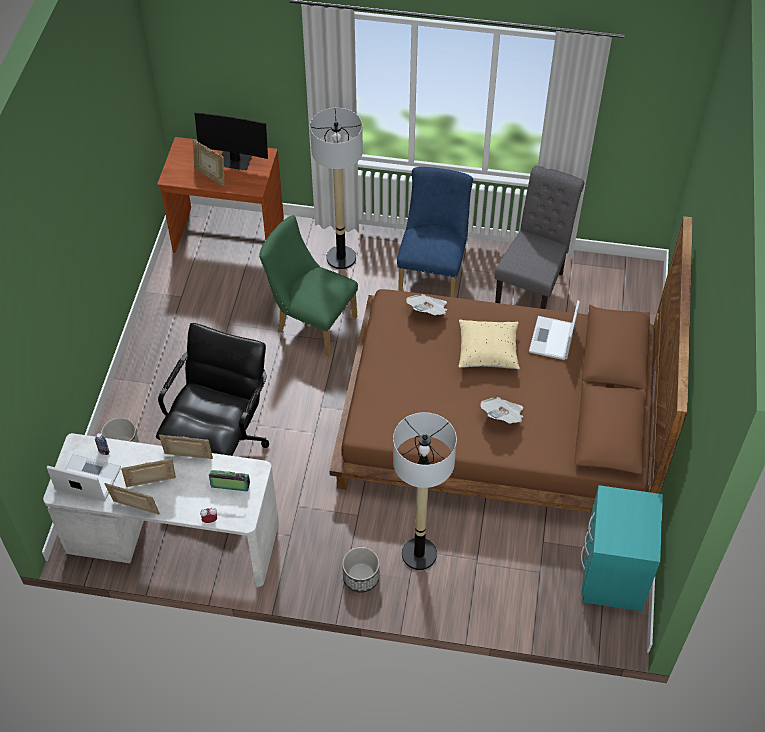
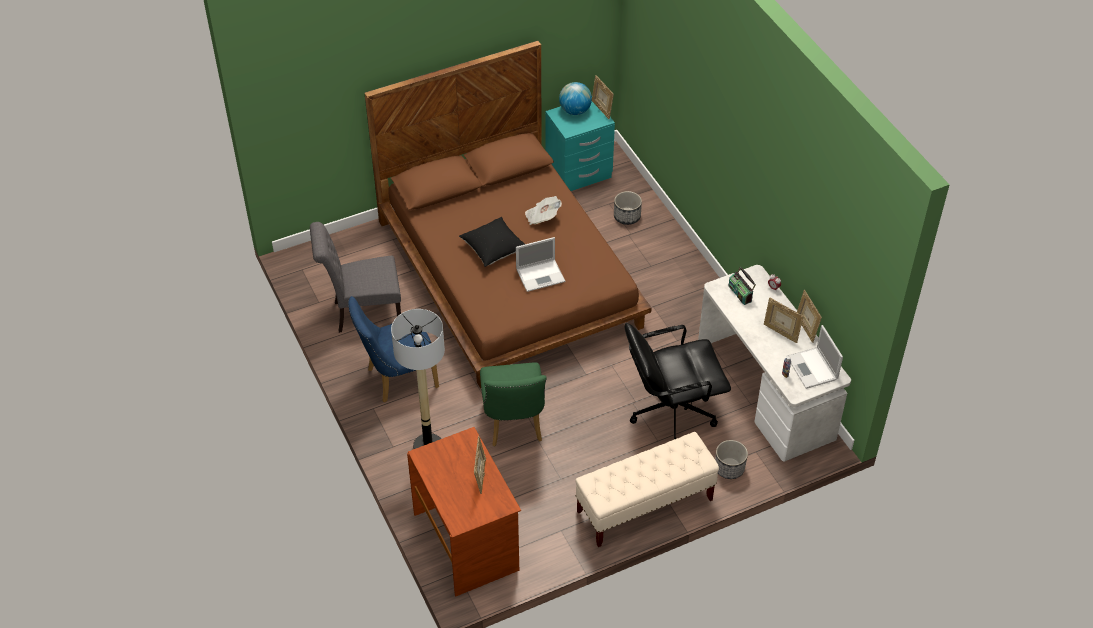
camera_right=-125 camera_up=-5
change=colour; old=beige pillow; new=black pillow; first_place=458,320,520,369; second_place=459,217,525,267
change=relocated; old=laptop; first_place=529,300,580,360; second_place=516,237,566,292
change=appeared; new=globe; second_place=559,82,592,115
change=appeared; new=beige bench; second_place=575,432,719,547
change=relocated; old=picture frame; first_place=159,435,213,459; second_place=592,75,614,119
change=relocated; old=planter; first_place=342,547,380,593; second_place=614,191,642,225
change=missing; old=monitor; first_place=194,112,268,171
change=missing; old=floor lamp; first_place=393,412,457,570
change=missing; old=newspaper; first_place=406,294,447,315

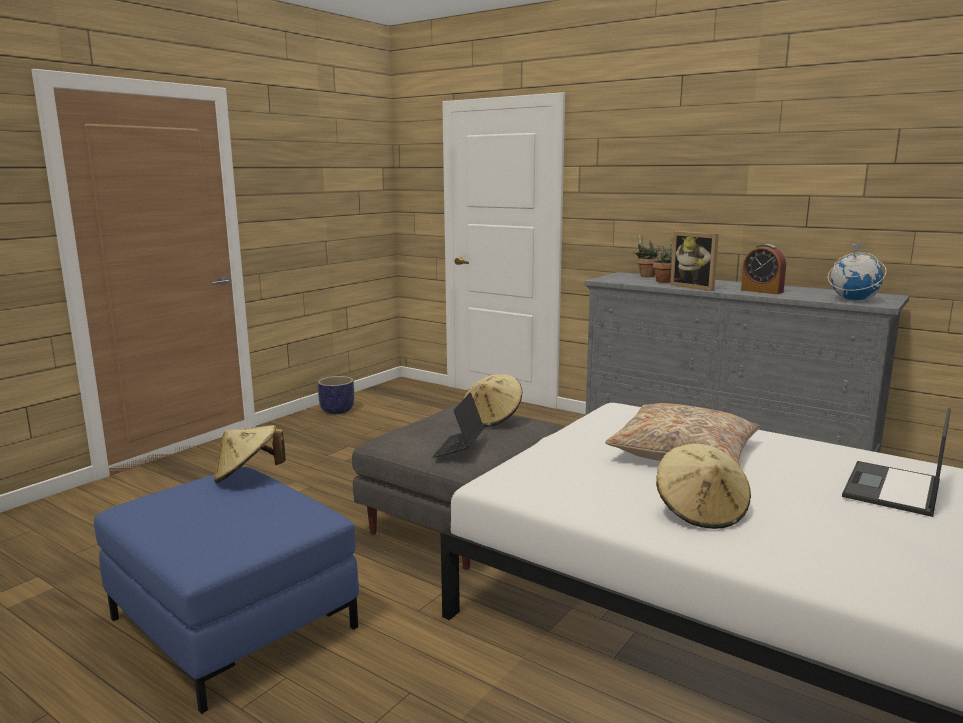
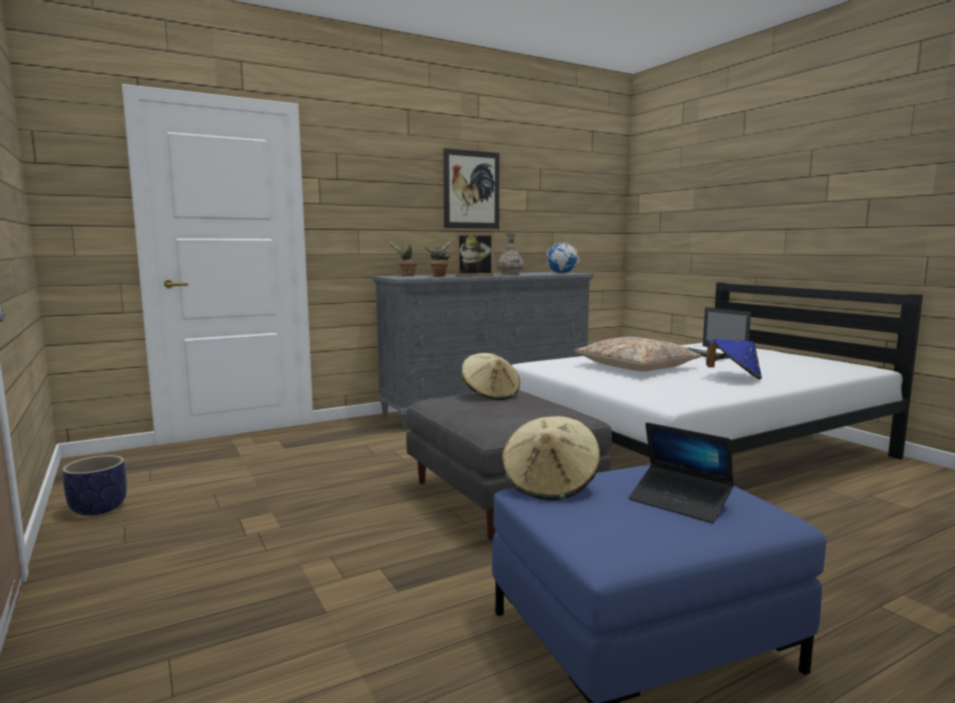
camera_right=-65 camera_up=-5
change=appeared; new=picture; second_place=443,148,500,229
change=exchanged; old=alarm clock; new=vase; first_place=741,244,786,294; second_place=497,233,524,275
change=relocated; old=laptop; first_place=432,392,484,458; second_place=629,422,734,523
change=colour; old=beige hat; new=blue hat; first_place=656,444,751,529; second_place=706,339,762,380

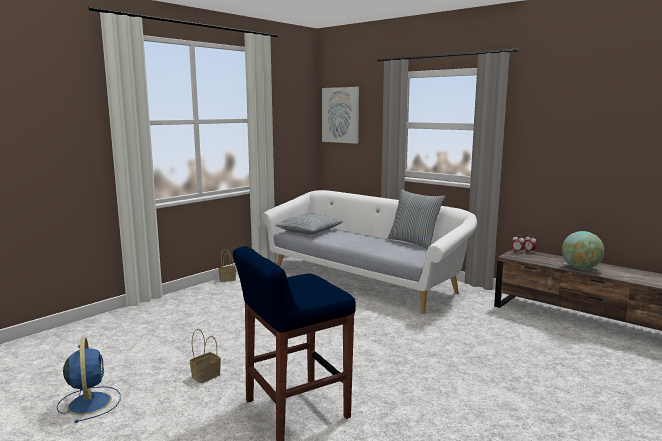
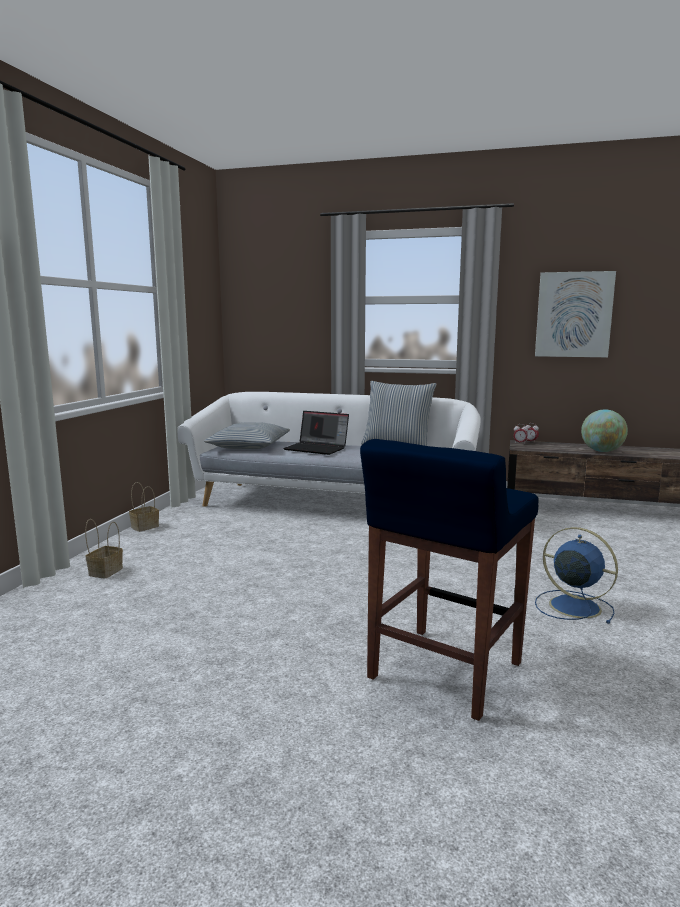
camera_right=-25 camera_up=0
change=relocated; old=basket; first_place=190,329,221,383; second_place=85,519,123,579
change=appeared; new=laptop; second_place=283,411,349,455
change=relocated; old=picture; first_place=322,87,359,144; second_place=535,271,616,357
change=relocated; old=blue fan; first_place=57,338,121,423; second_place=535,527,618,624

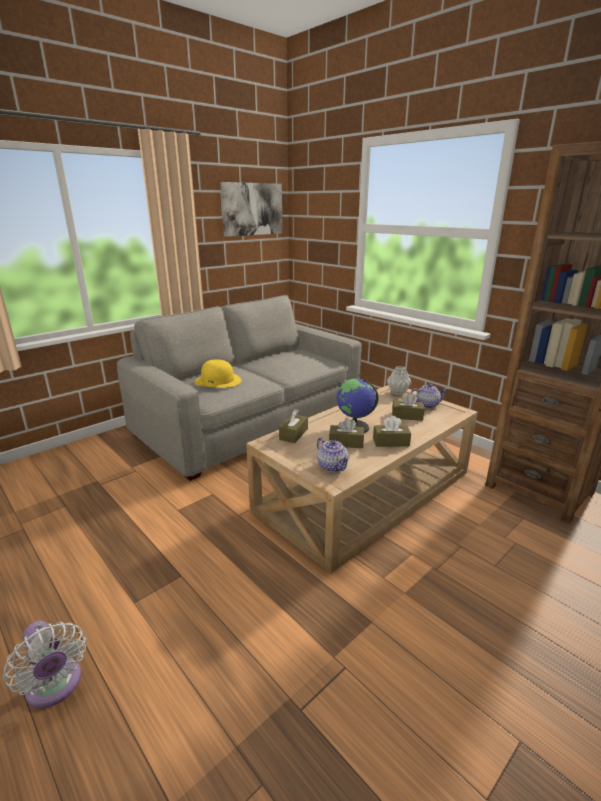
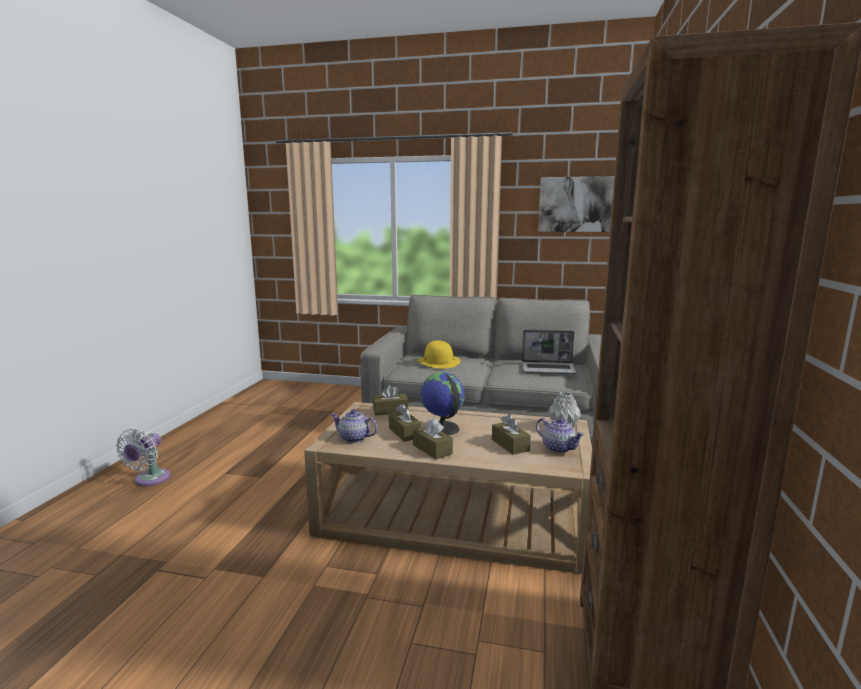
camera_right=55 camera_up=-10
change=spun; old=teapot; first_place=317,437,350,472; second_place=331,409,378,443; degrees=90
change=appeared; new=laptop; second_place=522,330,578,374

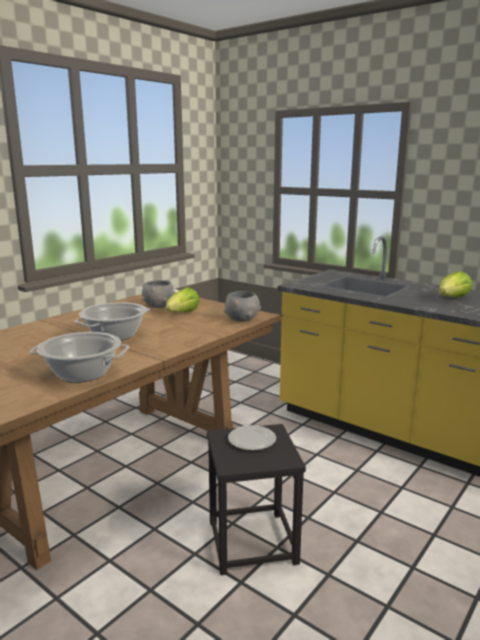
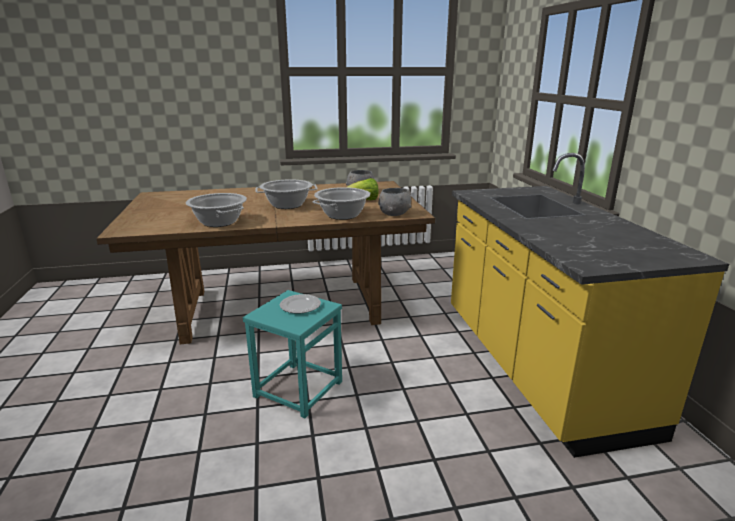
camera_right=40 camera_up=5
change=colour; old=black stool; new=turquoise stool; first_place=207,424,306,575; second_place=243,290,342,418
change=appeared; new=cooking pot; second_place=313,187,371,220
change=missing; old=lettuce; first_place=439,271,472,297

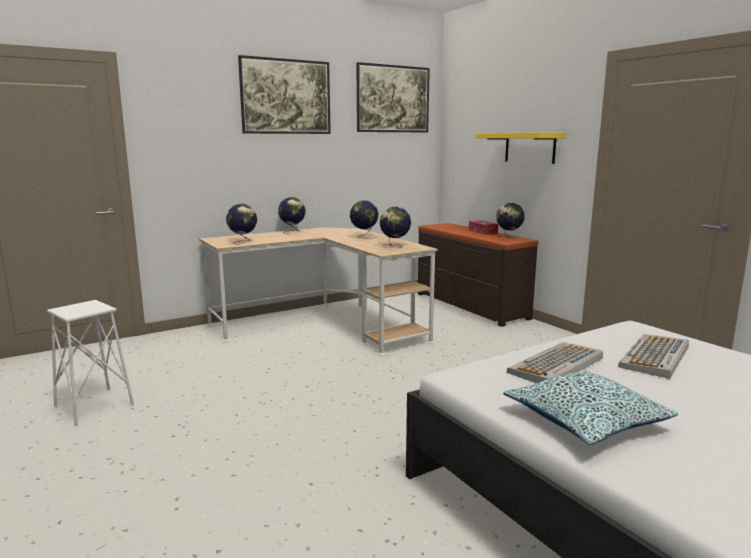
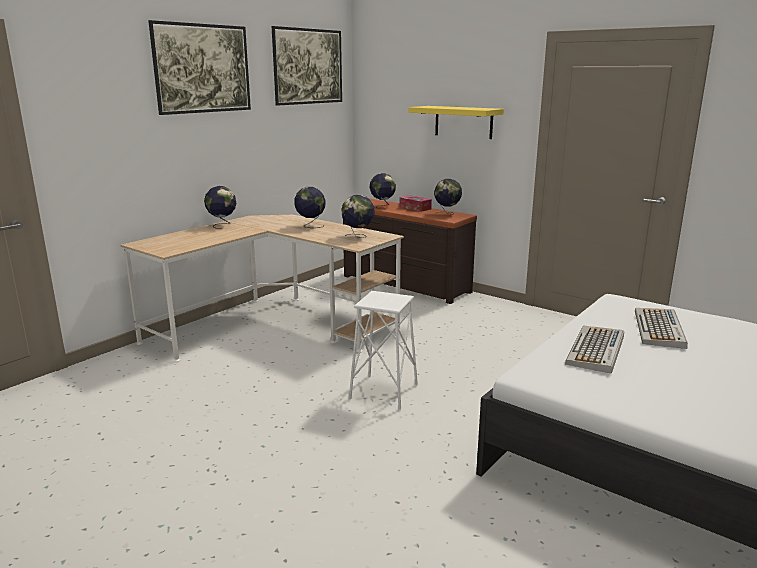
camera_right=-20 camera_up=5
change=relocated; old=white stool; first_place=47,300,134,426; second_place=349,291,418,410
change=relocated; old=globe; first_place=226,204,257,245; second_place=370,173,396,209
change=missing; old=pillow; first_place=503,371,679,445

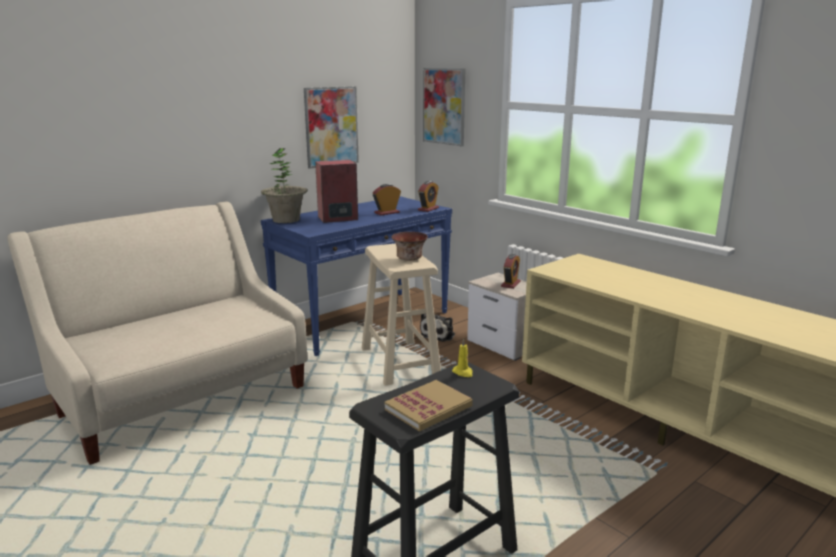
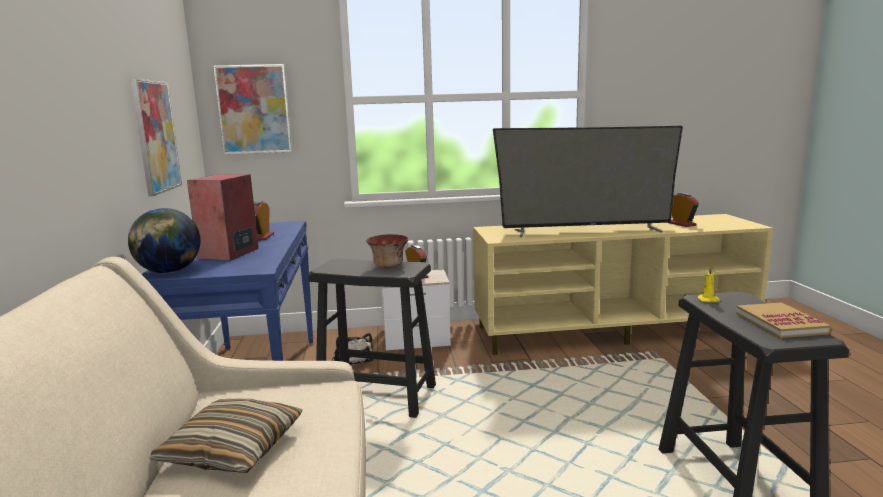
camera_right=-55 camera_up=-5
change=exchanged; old=potted plant; new=globe; first_place=261,148,307,223; second_place=128,208,200,273
change=appeared; new=pillow; second_place=149,399,303,473
change=colour; old=beige stool; new=black stool; first_place=362,244,441,386; second_place=308,258,436,418
change=appeared; new=television; second_place=493,126,683,237
change=relocated; old=alarm clock; first_place=418,181,439,212; second_place=670,193,699,227

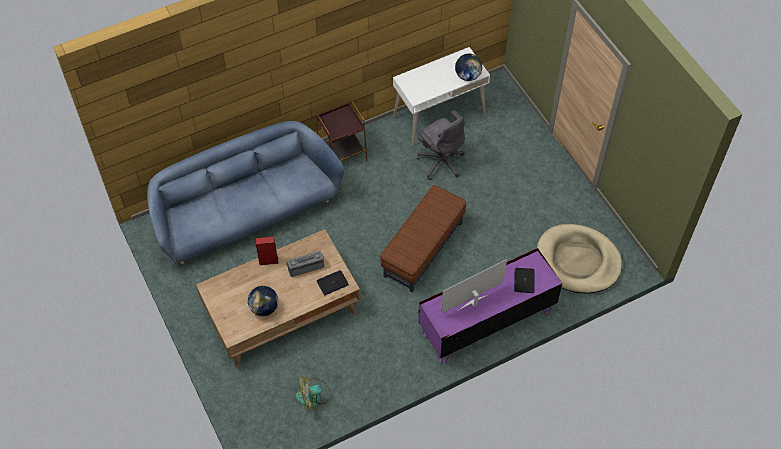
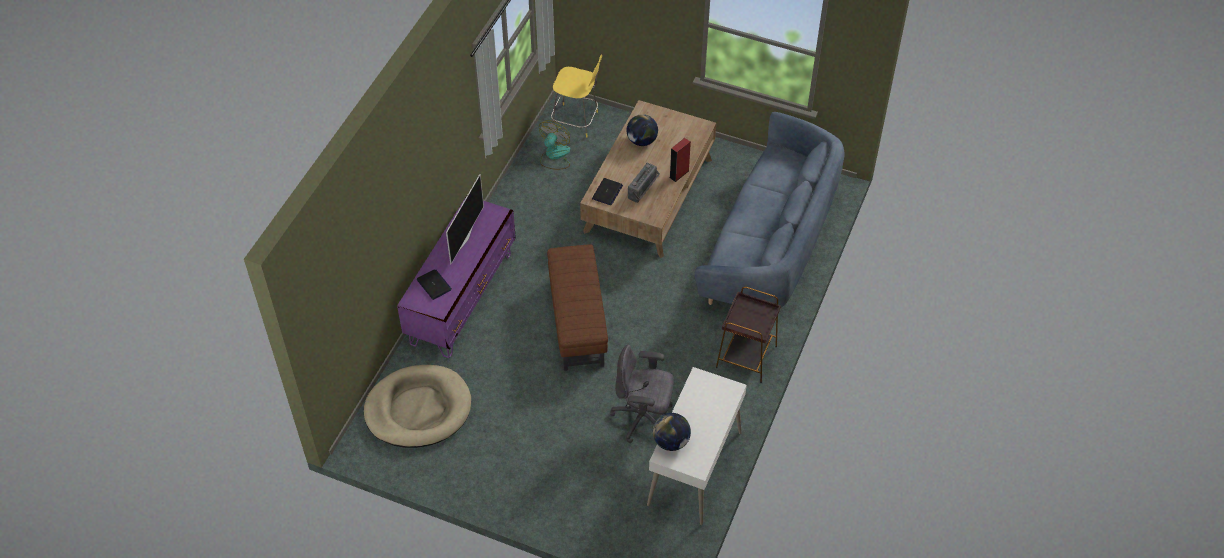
camera_right=140 camera_up=-5
change=appeared; new=yellow stool; second_place=551,55,602,137

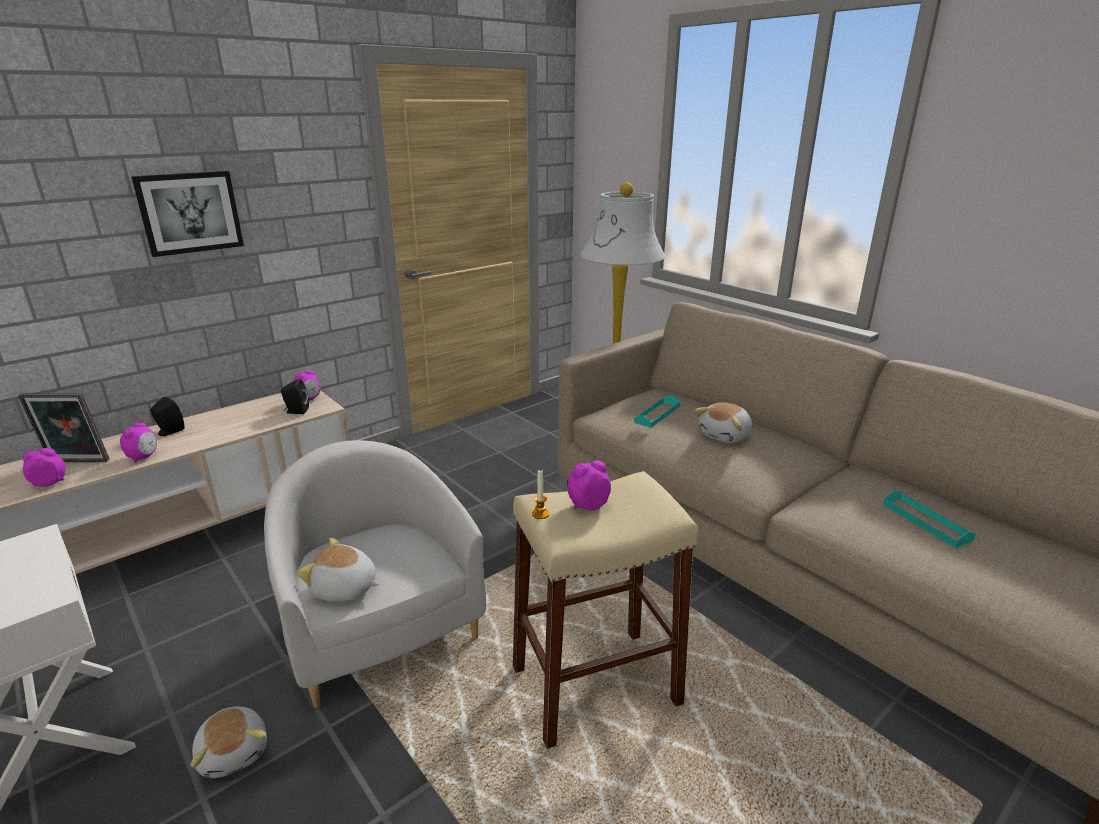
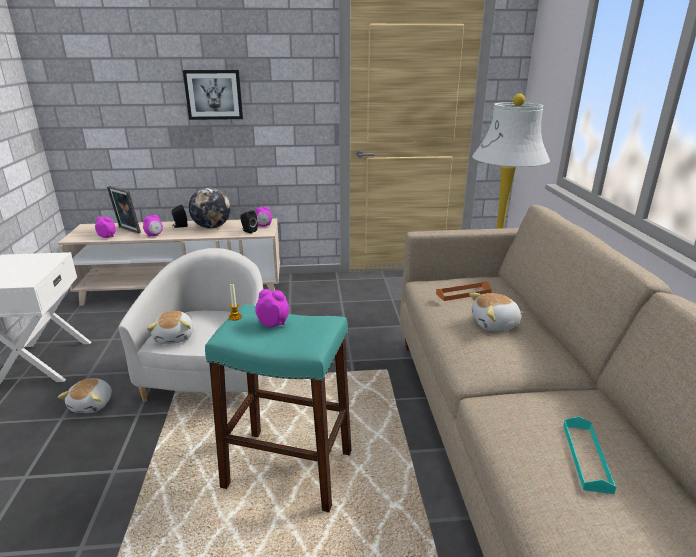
camera_right=35 camera_up=0
change=spun; old=plush toy; first_place=297,538,379,602; second_place=147,311,193,344; degrees=-150
change=appeared; new=globe; second_place=189,188,230,229
change=colour; old=beige stool; new=turquoise stool; first_place=513,471,698,749; second_place=205,304,351,512
change=colour; old=turquoise tray; new=orange tray; first_place=634,395,680,428; second_place=436,282,492,301

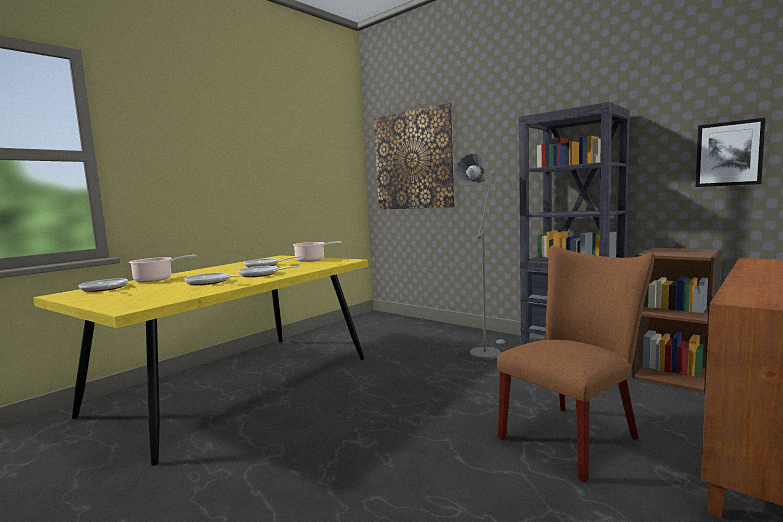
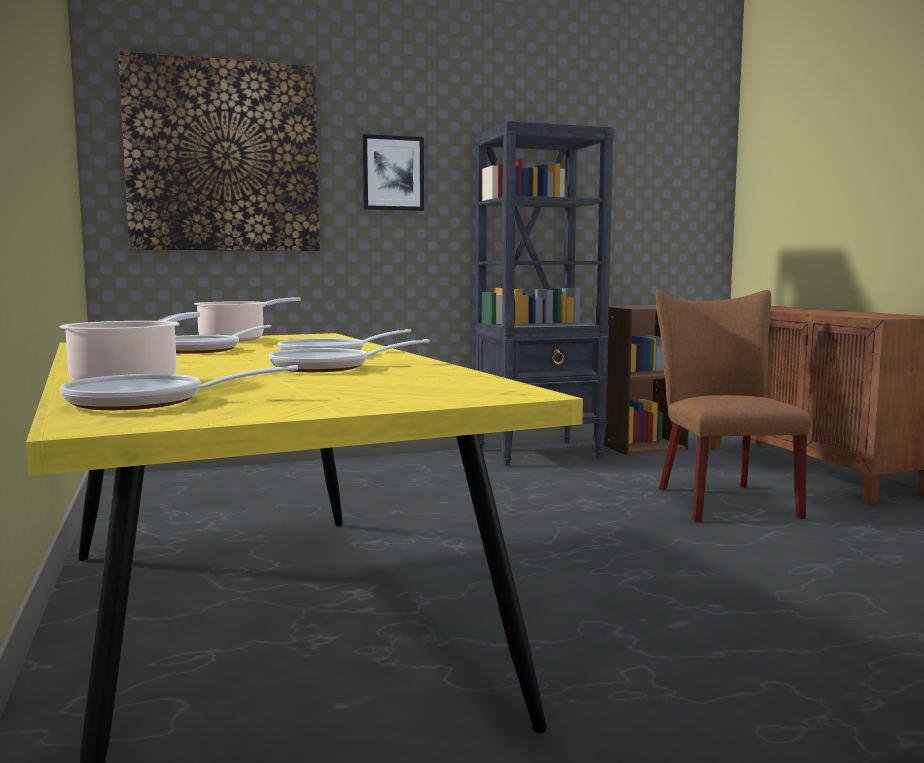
camera_right=-60 camera_up=0
change=relocated; old=picture; first_place=696,118,766,187; second_place=362,134,424,211
change=missing; old=grey floor lamp; first_place=455,154,506,360

